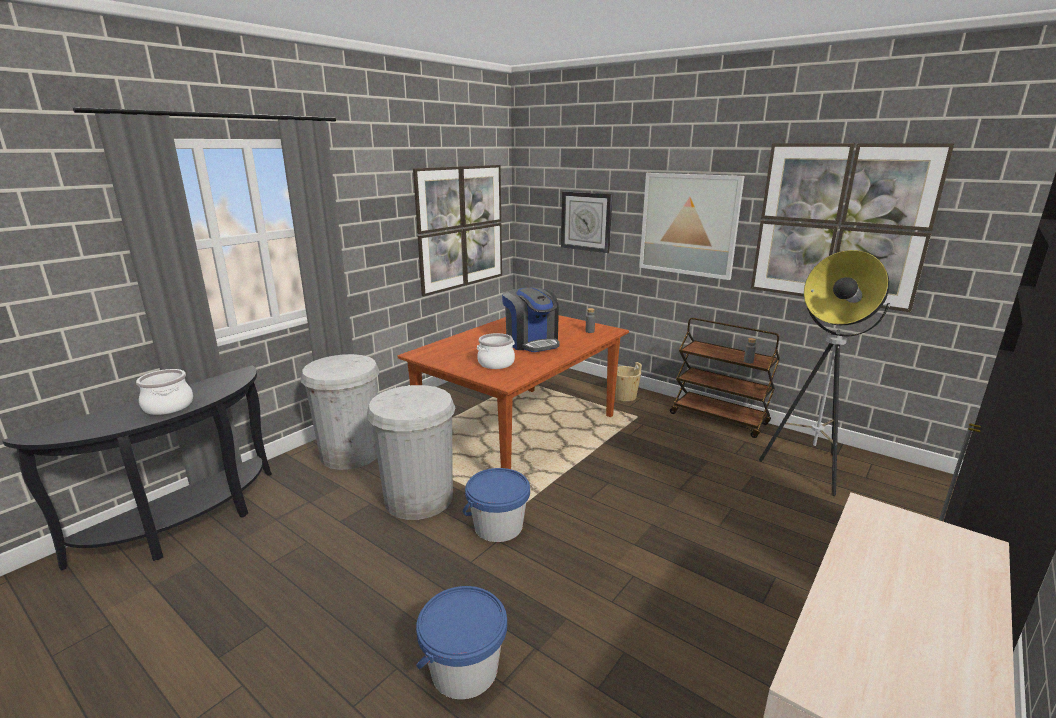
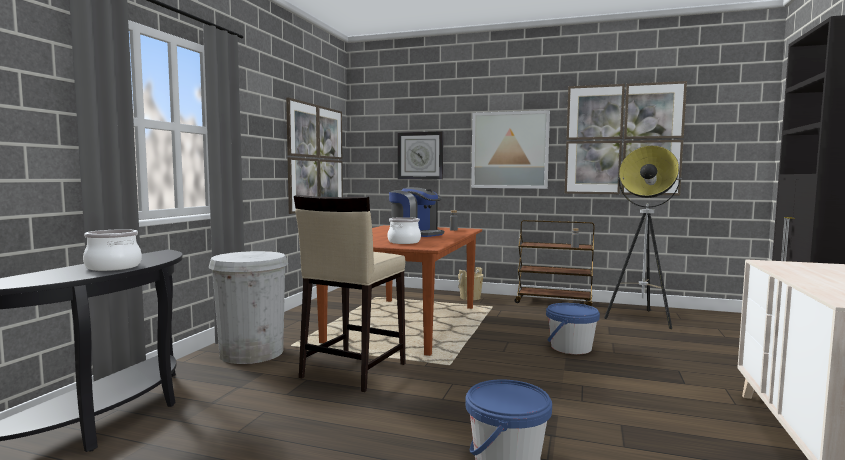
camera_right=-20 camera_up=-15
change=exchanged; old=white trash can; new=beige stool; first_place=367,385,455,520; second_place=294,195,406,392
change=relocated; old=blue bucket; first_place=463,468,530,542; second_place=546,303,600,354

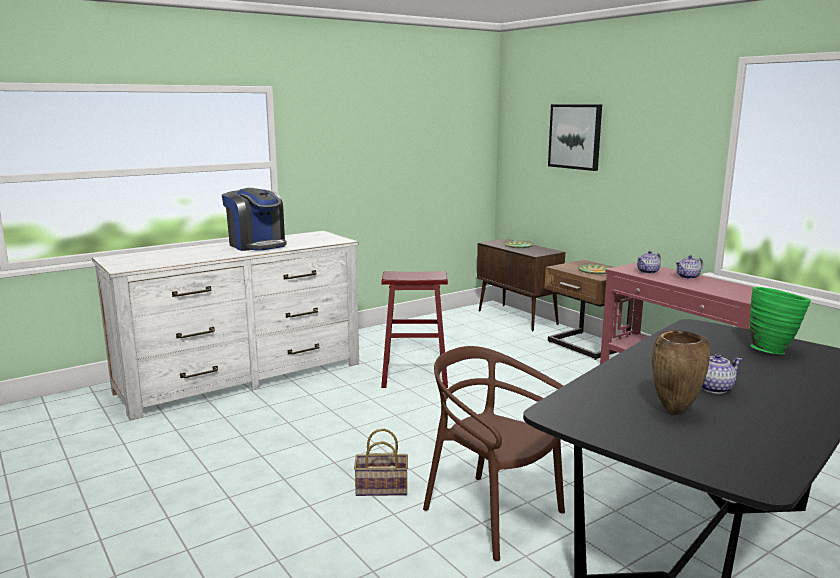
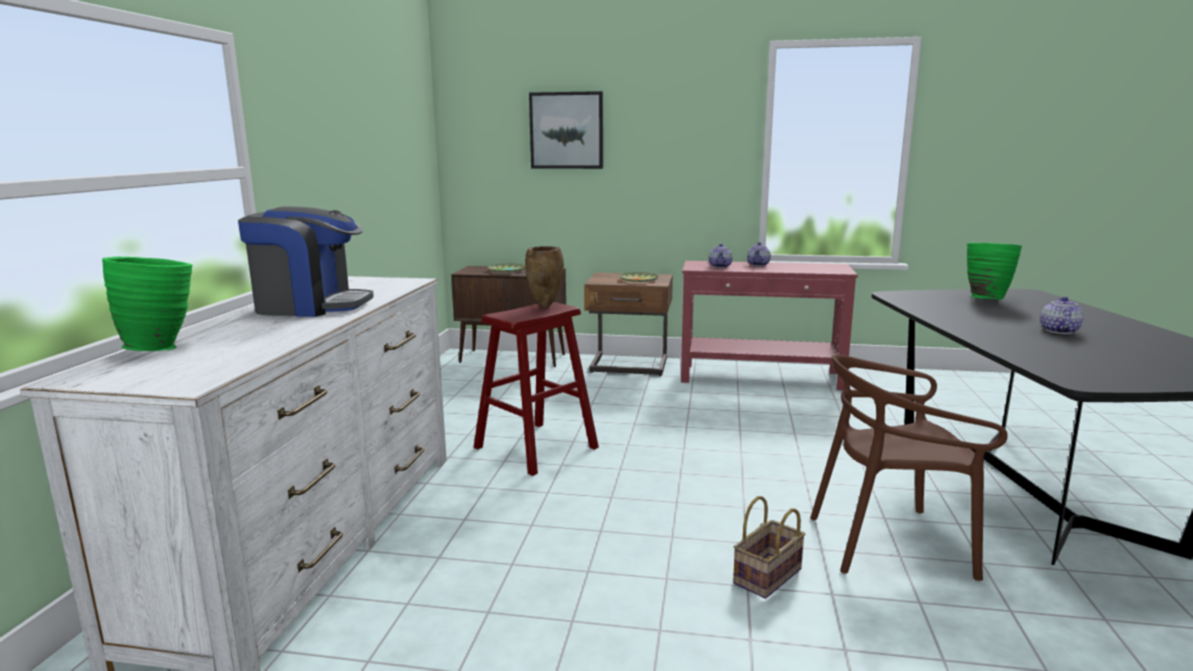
camera_right=-45 camera_up=0
change=appeared; new=green vase; second_place=102,257,192,351
change=relocated; old=brown vase; first_place=652,330,710,415; second_place=525,246,564,308

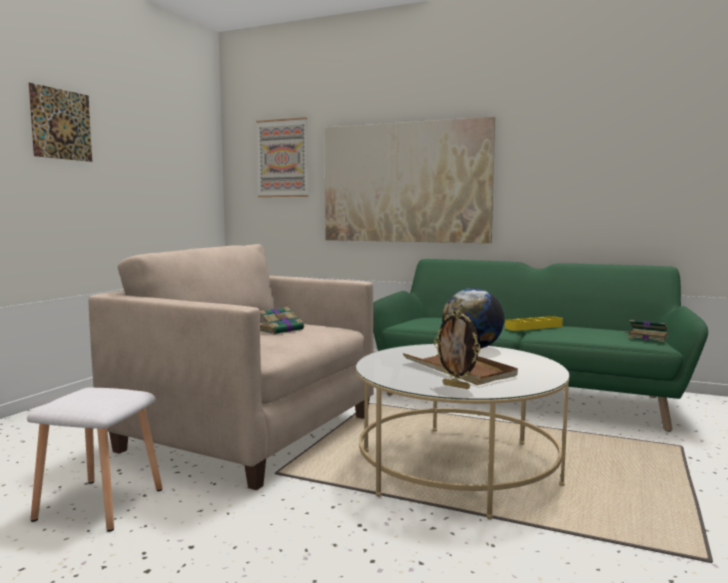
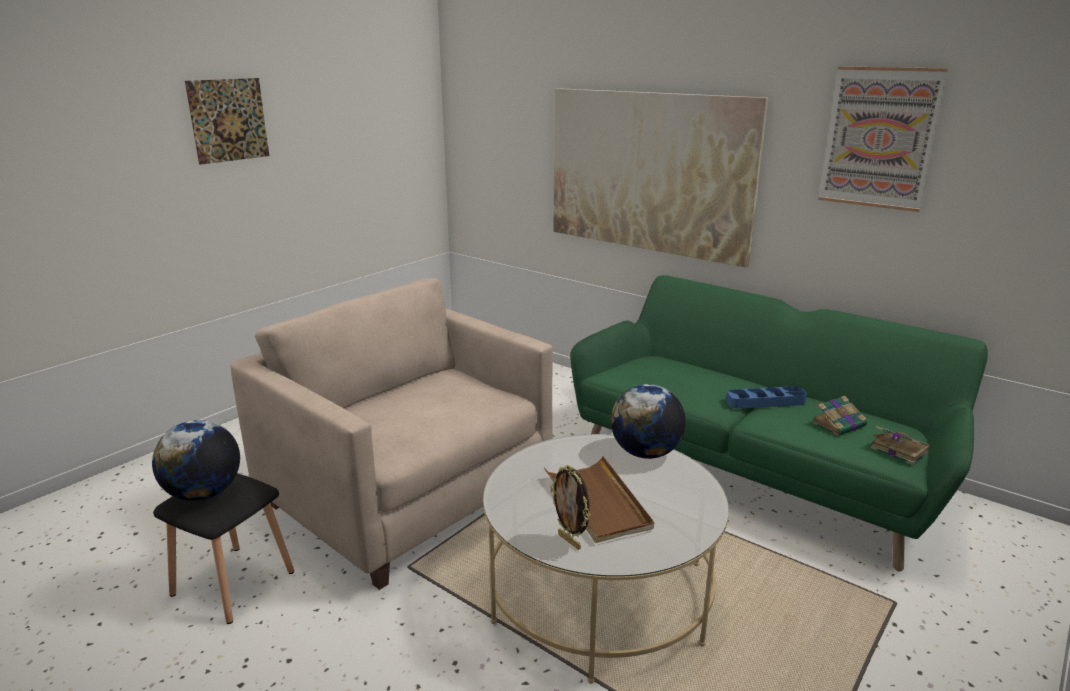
camera_right=15 camera_up=15
change=appeared; new=globe; second_place=152,420,240,501
change=colour; old=white stool; new=black stool; first_place=27,387,162,532; second_place=153,473,294,624
change=colour; old=yellow tray; new=blue tray; first_place=505,316,563,331; second_place=726,386,807,409
change=relocated; old=book; first_place=260,307,304,334; second_place=812,396,867,436
change=relocated; old=picture; first_place=256,117,308,197; second_place=818,66,949,212

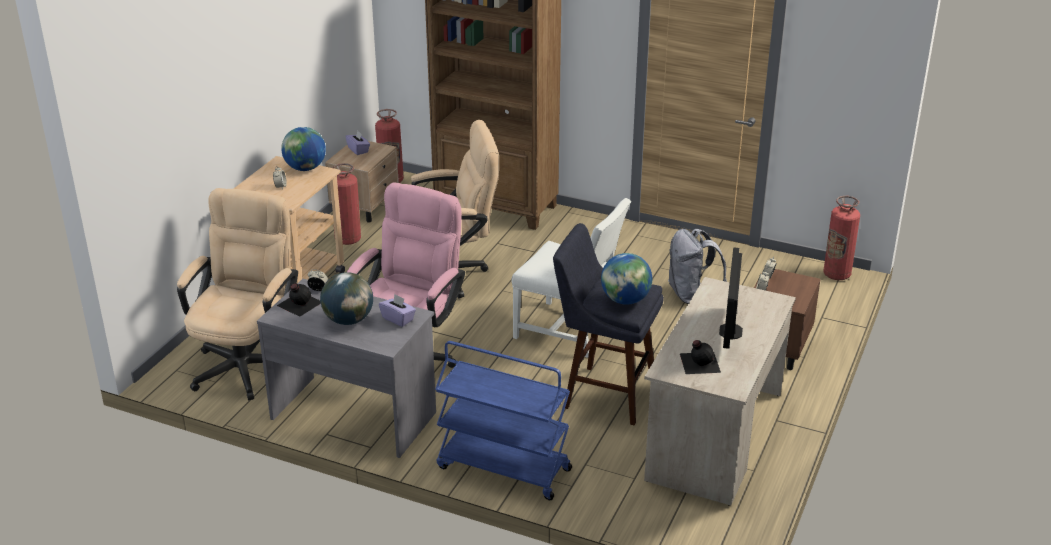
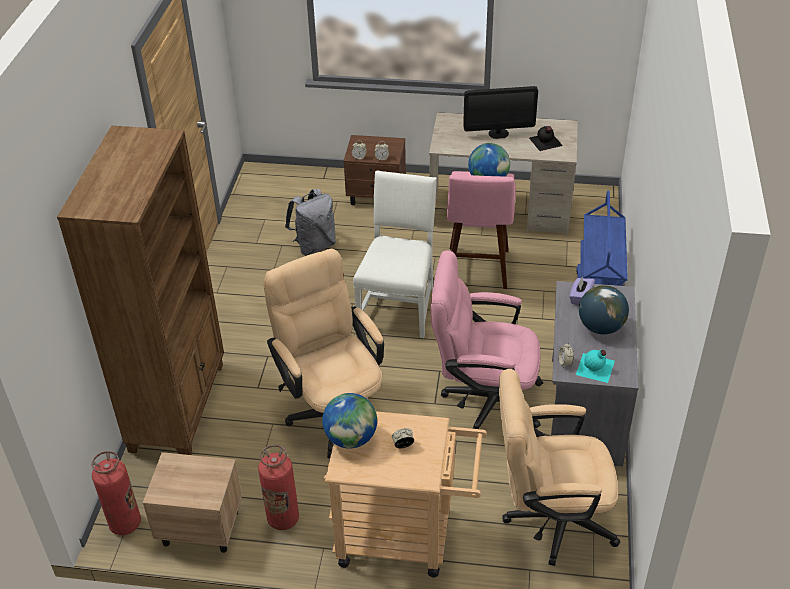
camera_right=-105 camera_up=10
change=colour; old=blue stool; new=pink stool; first_place=553,223,664,426; second_place=447,171,516,289
change=colour; old=black bottle; new=turquoise bottle; first_place=277,283,321,317; second_place=576,350,615,383
change=missing; old=purple tissue box; first_place=345,131,370,155
change=missing; old=fire extinguisher; first_place=824,196,860,280

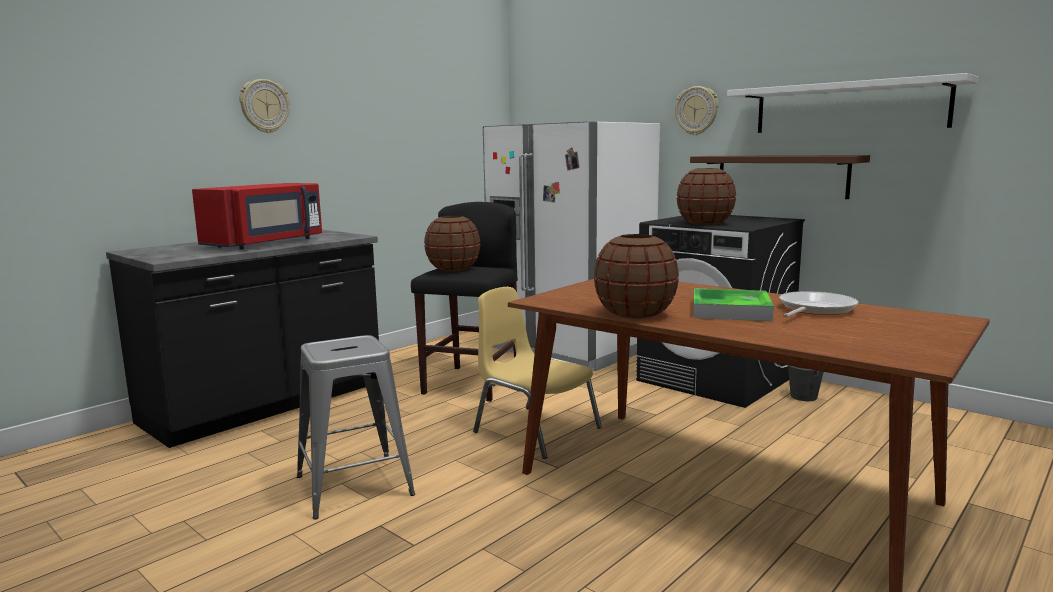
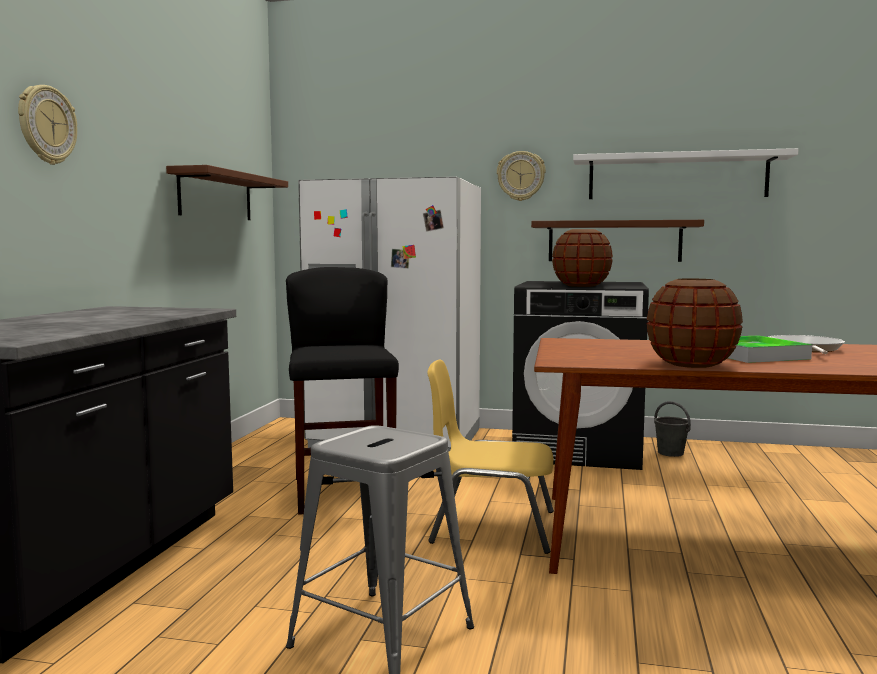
camera_right=-30 camera_up=-5
change=appeared; new=brown shelf; second_place=166,165,288,220
change=missing; old=red microwave; first_place=192,183,322,250
change=missing; old=brown vase; first_place=424,216,480,271

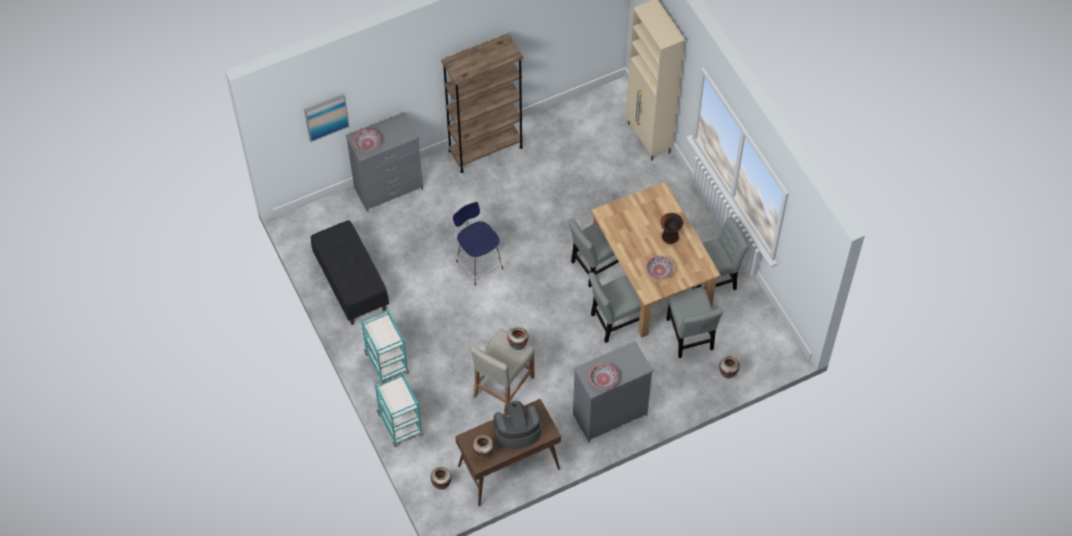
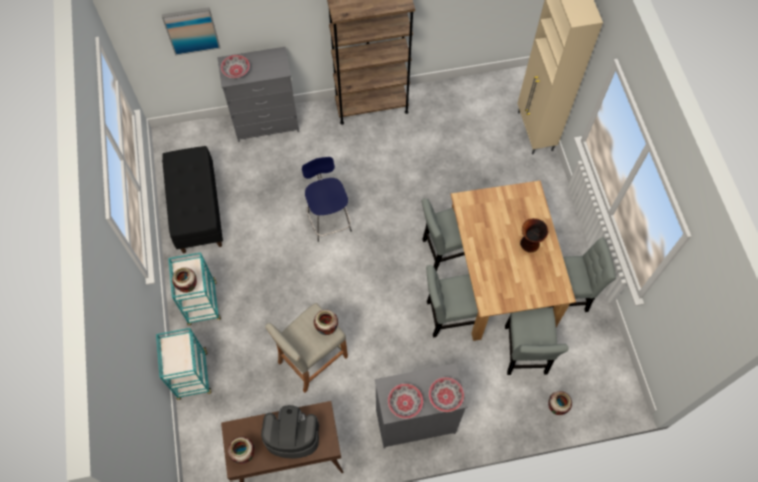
camera_right=15 camera_up=5
change=relocated; old=vase; first_place=430,467,452,490; second_place=172,267,197,293
change=relocated; old=bowl; first_place=646,256,674,279; second_place=429,377,464,412

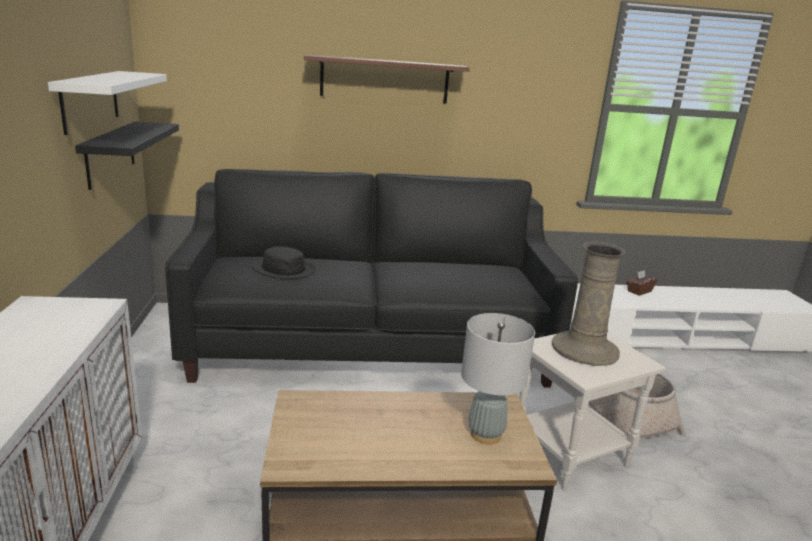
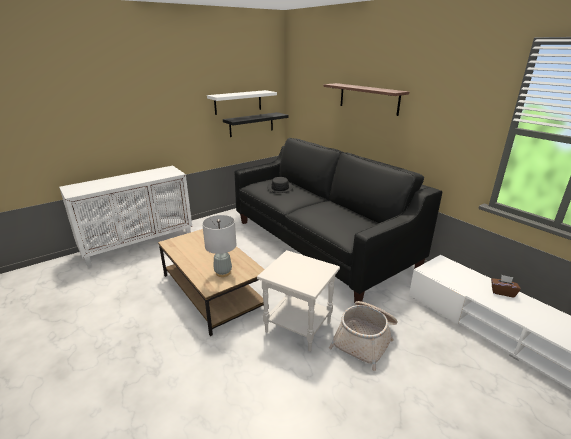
camera_right=60 camera_up=5
change=missing; old=beige vase; first_place=552,242,626,366

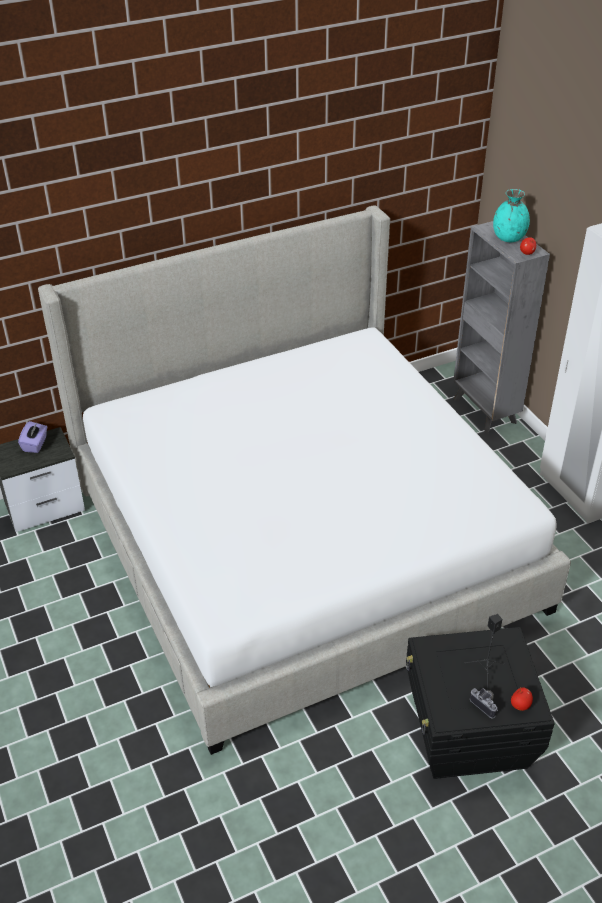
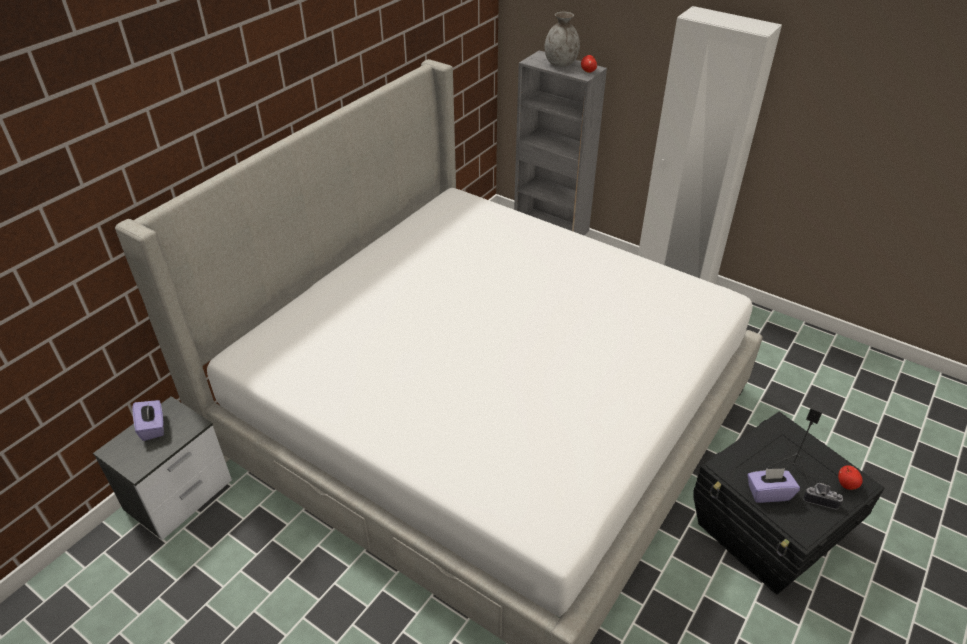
camera_right=-30 camera_up=0
change=colour; old=turquoise vase; new=grey vase; first_place=493,189,530,242; second_place=545,12,580,67
change=appeared; new=purple tissue box; second_place=748,468,800,503

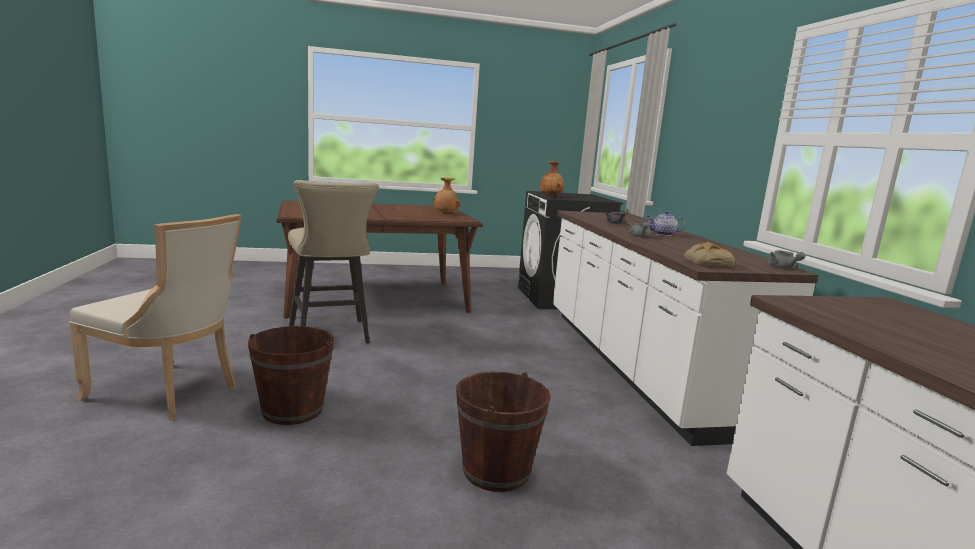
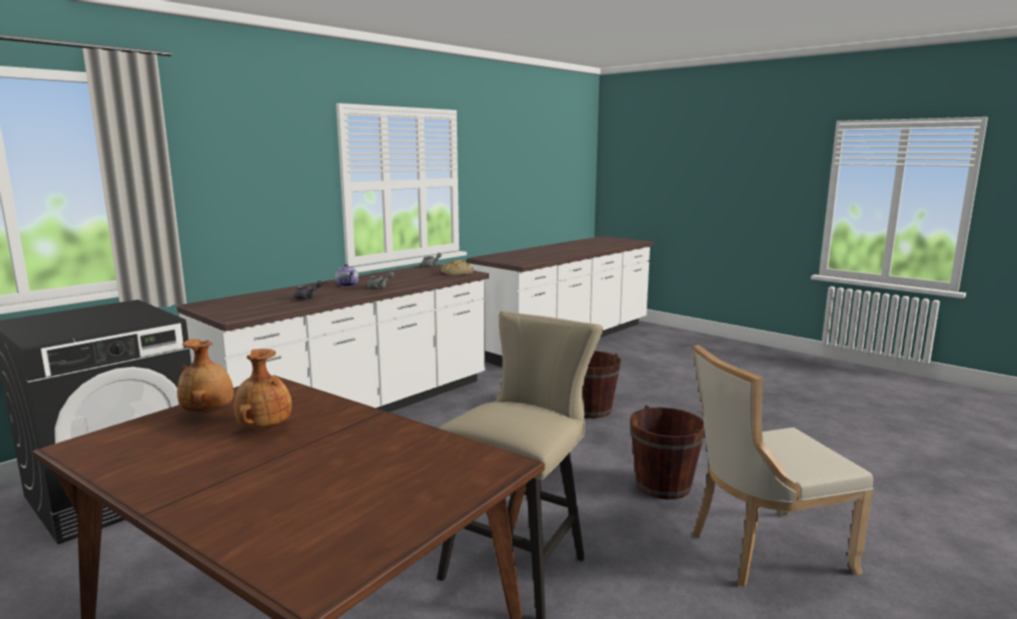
camera_right=-125 camera_up=0
change=relocated; old=brown vase; first_place=540,161,564,196; second_place=234,349,292,429
change=spun; old=beige chair; first_place=69,214,242,421; second_place=692,345,873,587; degrees=-90

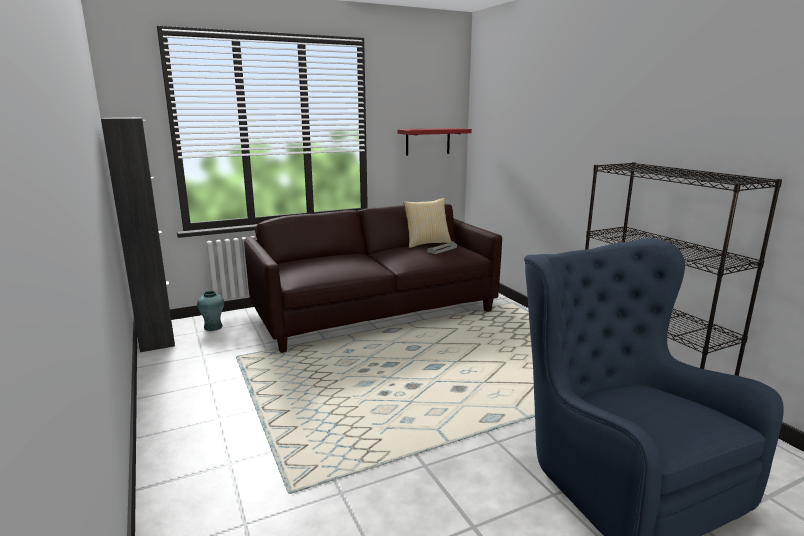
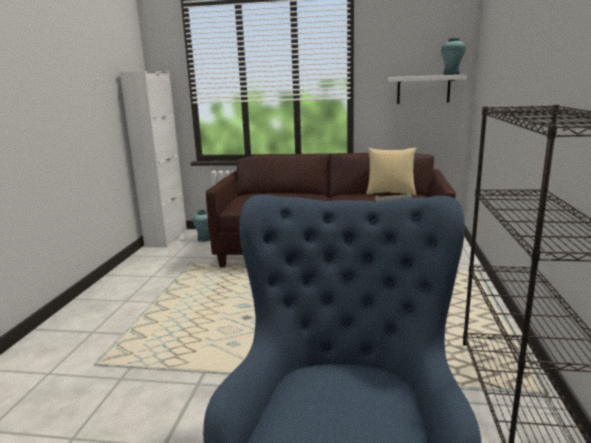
camera_right=35 camera_up=0
change=colour; old=black cabinet; new=white cabinet; first_place=101,117,175,352; second_place=120,71,187,247
change=colour; old=red shelf; new=white shelf; first_place=397,128,472,156; second_place=388,75,467,104
change=appeared; new=turquoise vase; second_place=441,38,466,75

